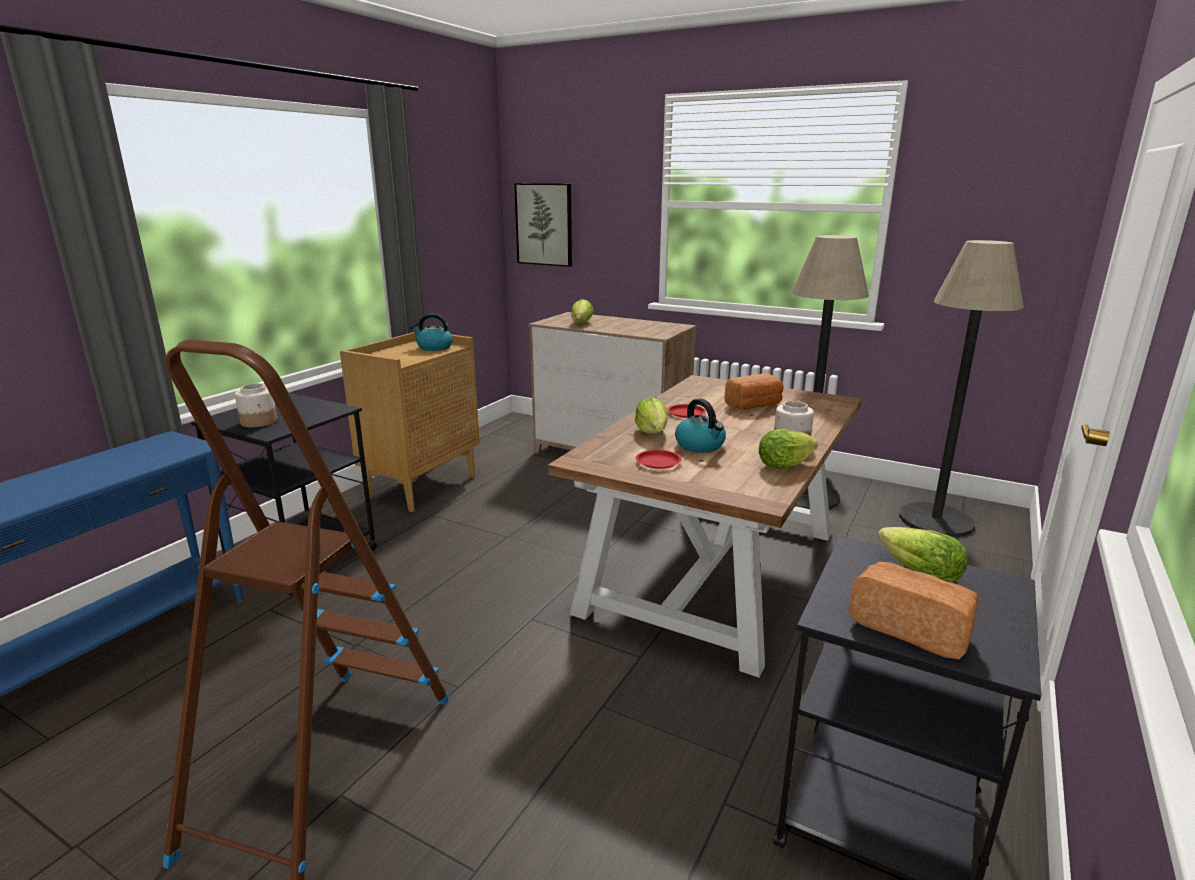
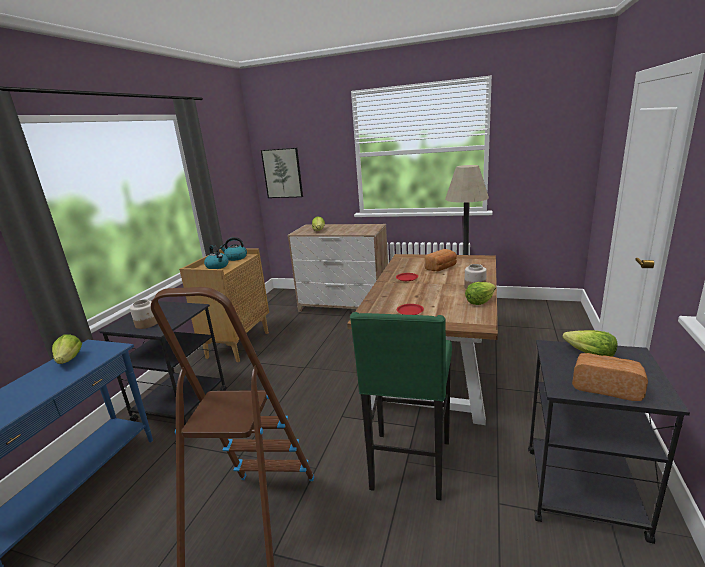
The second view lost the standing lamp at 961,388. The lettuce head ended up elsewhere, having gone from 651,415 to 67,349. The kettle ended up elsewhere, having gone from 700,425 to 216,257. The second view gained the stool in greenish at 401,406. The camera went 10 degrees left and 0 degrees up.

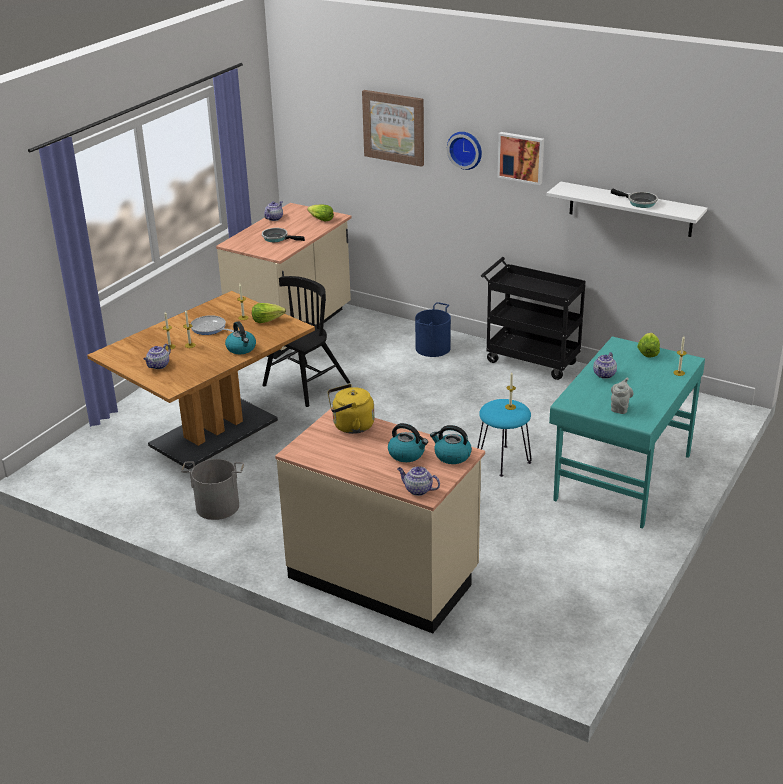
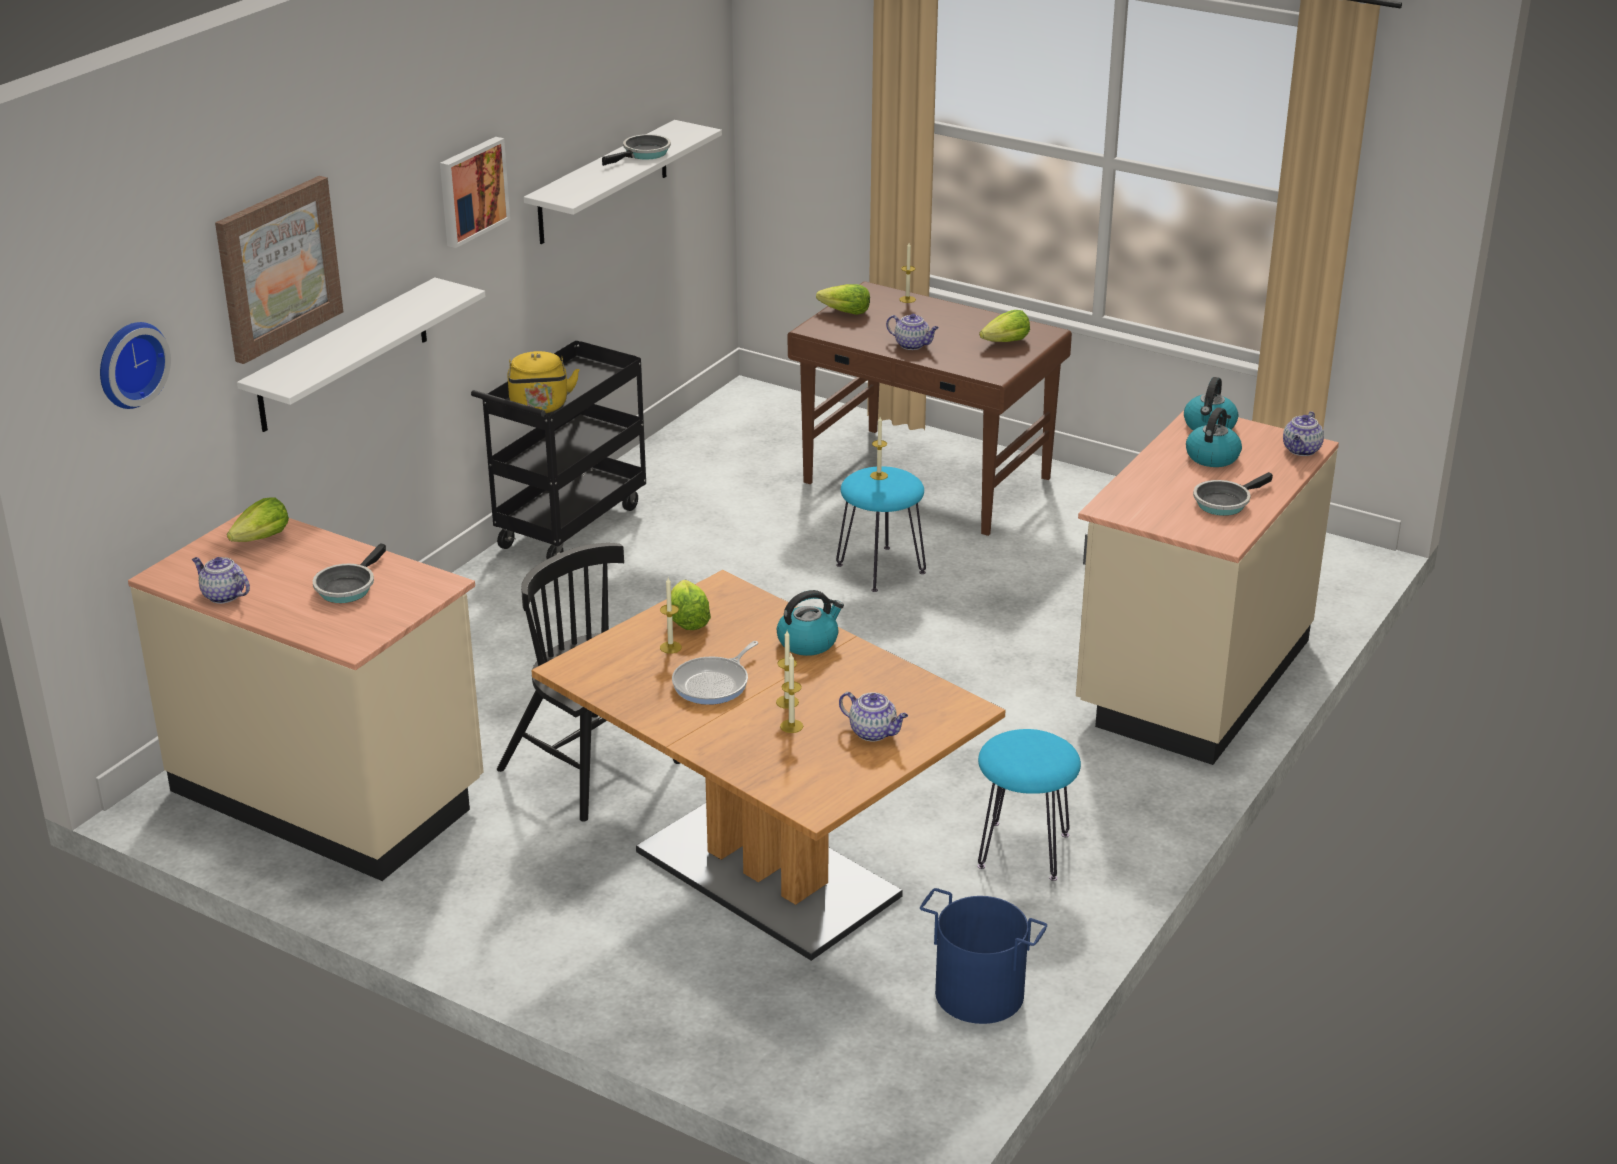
The clock on the wall ended up elsewhere, having gone from 464,151 to 135,365. The pail in blue ended up elsewhere, having gone from 433,329 to 983,956. What was the desk unit in blue-green at 627,432 turned into the desk unit in brownish at 930,408. Where the teapot in grey stood at 622,396, the lettuce head came to stand at 1004,326. The kettle in yellow-coloured ended up elsewhere, having gone from 351,409 to 543,382. Where the pail in grey stood at 212,489, the stool in blue-green came to stand at 1029,805. The second view gained the shelf in white-coloured at 361,354. The second view gained the frying pan at 1233,494. The camera went 90 degrees left and 0 degrees up.

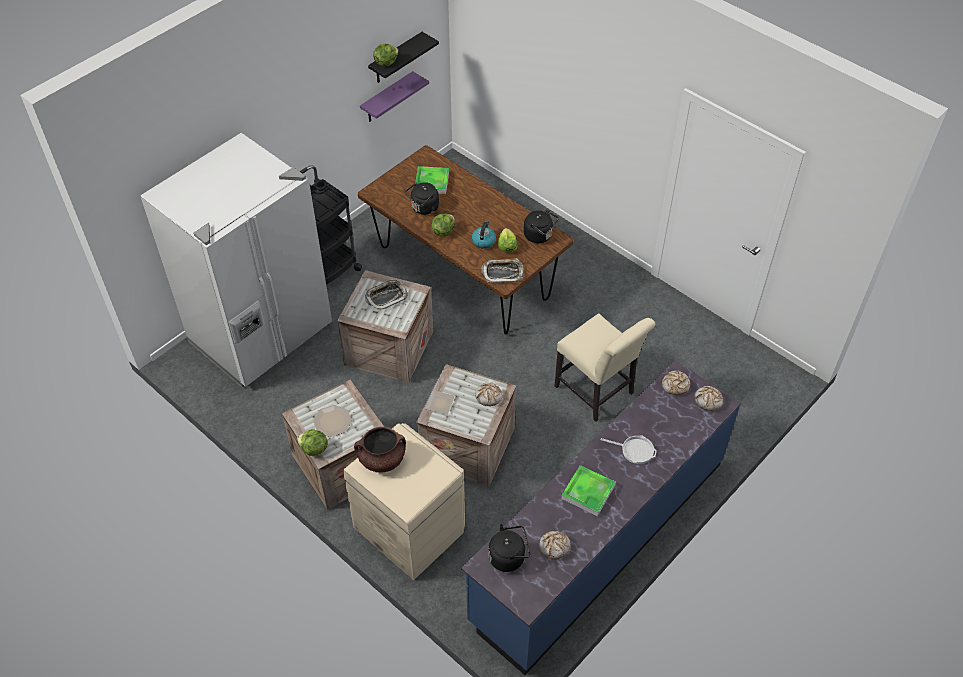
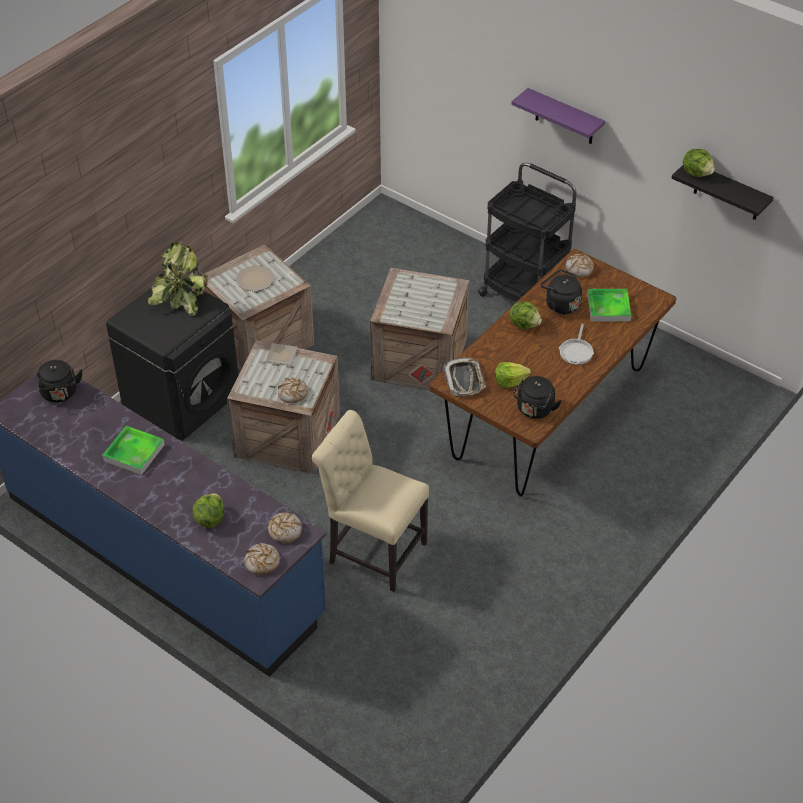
The shelf in purple-coloured ended up elsewhere, having gone from 394,96 to 558,116. The second view lost the kitchen fridge in white-coloured at 236,260. The second view lost the kettle at 484,235. The second view lost the tray at 386,295. The plain chair in beige at 605,368 ended up facing another way, 75 degrees clockwise from before. What was the laundry machine in beige at 404,501 turned into the laundry machine in black at 172,364. Where the stockpot in brownish stood at 380,450, the plant in a pot came to stand at 178,279. The lettuce head ended up elsewhere, having gone from 312,442 to 208,510. The frying pan ended up elsewhere, having gone from 629,449 to 576,344. The bakery bread ended up elsewhere, having gone from 555,545 to 579,265. The camera went 85 degrees right and 5 degrees down.

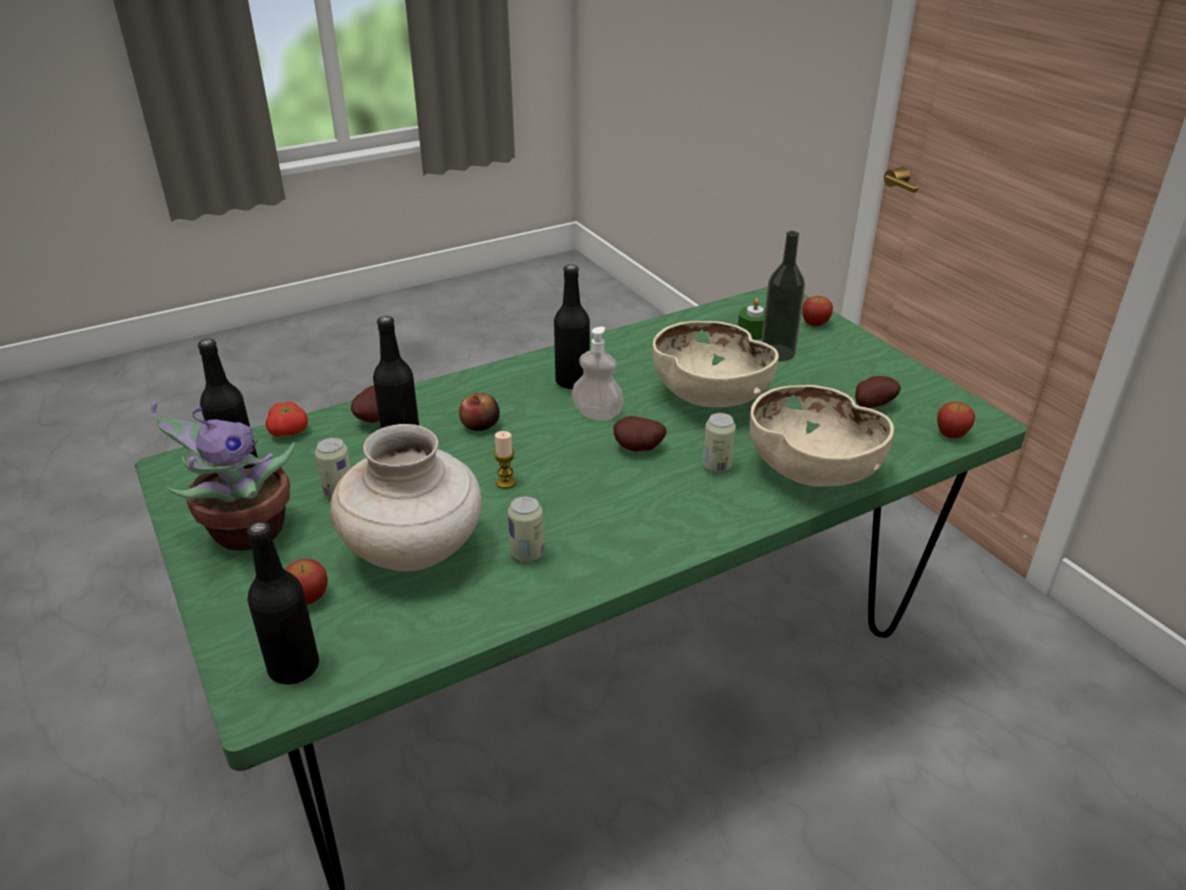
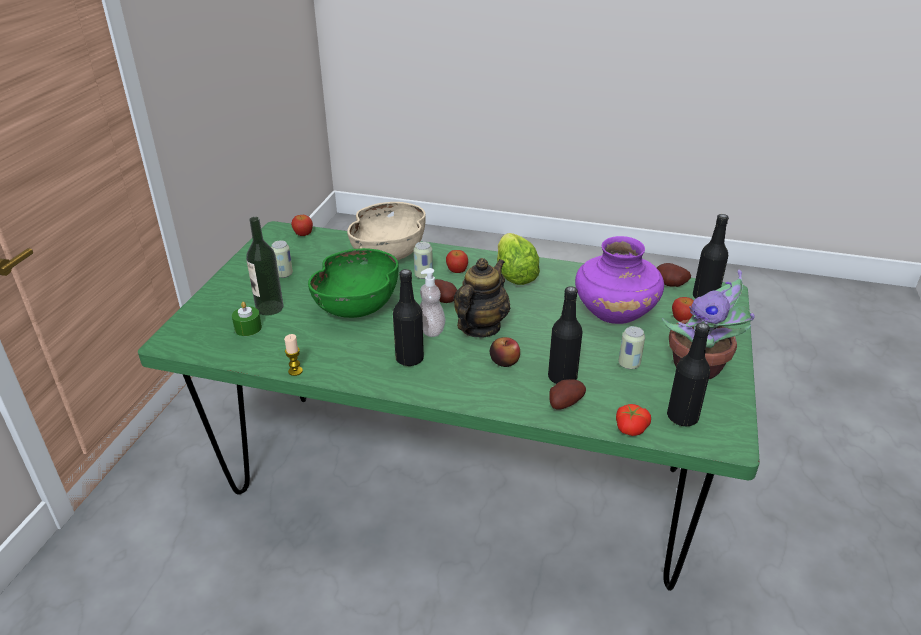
The whole apple ended up elsewhere, having gone from 817,311 to 457,261. What was the bowl in beige at 715,364 turned into the bowl in greenish at 353,283. The spud ended up elsewhere, having gone from 878,392 to 674,275. What was the flower vase in beige at 406,498 turned into the flower vase in purple-coloured at 619,280. The wax candle ended up elsewhere, having gone from 505,460 to 293,355. The metal can ended up elsewhere, having gone from 526,529 to 282,259. The second view gained the lettuce head at 518,259. The second view gained the teapot at 482,298. The camera went 135 degrees left and 0 degrees up.

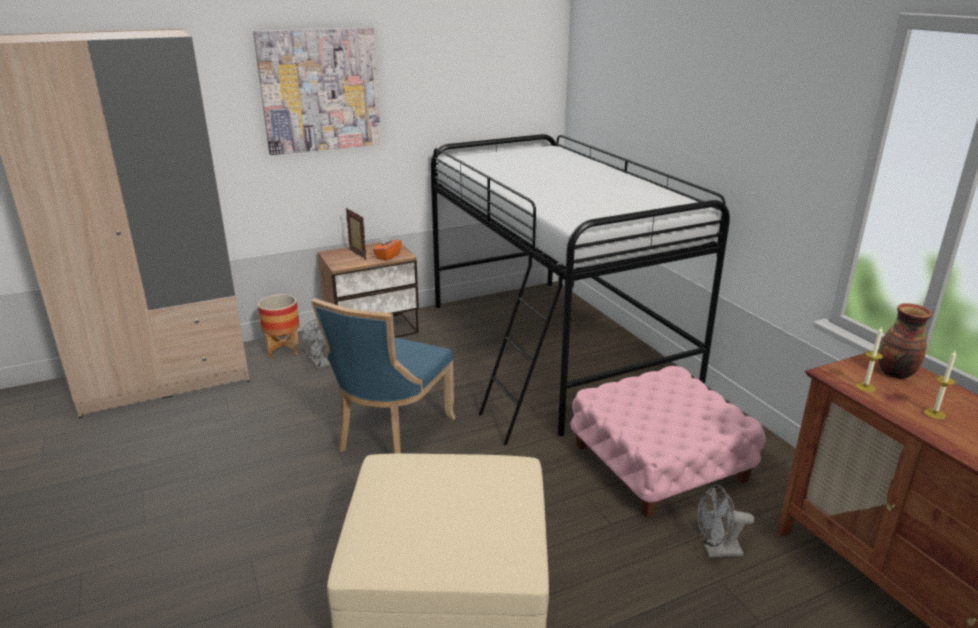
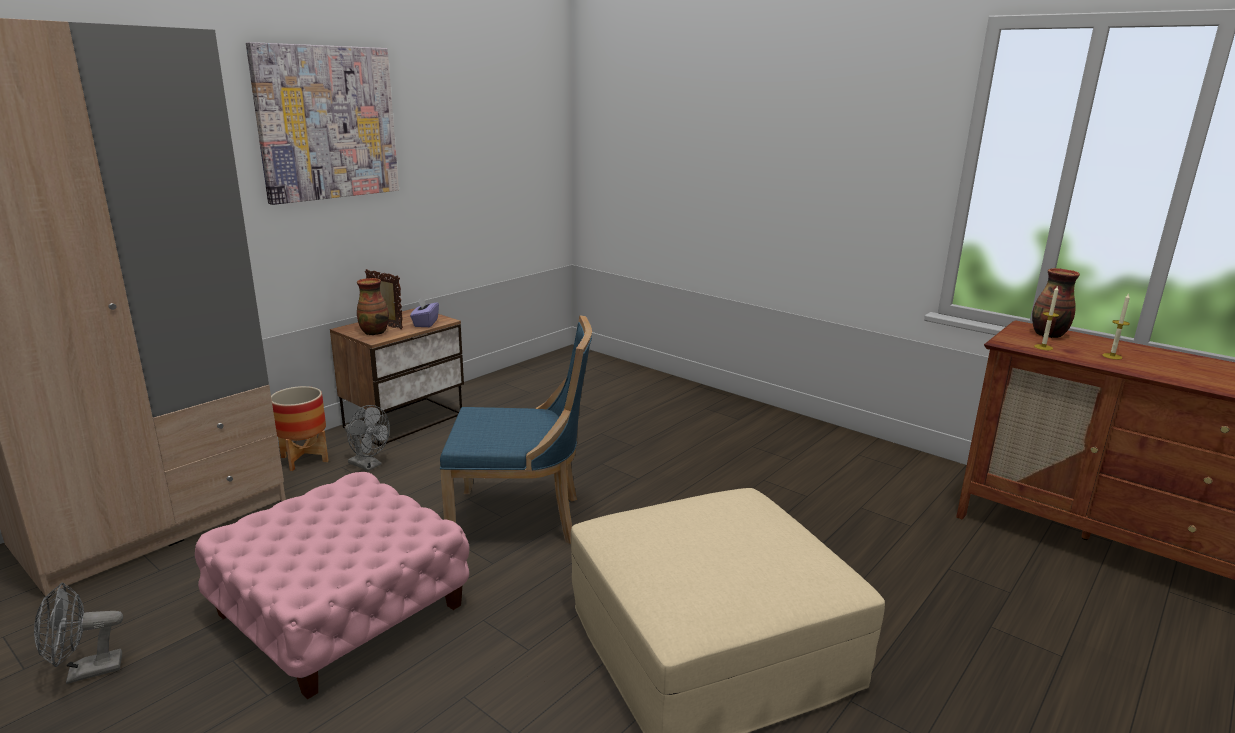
The second view lost the bedroom bed in black at 580,289. What was the box of tissues in orangey at 387,248 turned into the box of tissues in purple-coloured at 424,312. The plain chair in blue at 383,375 ended up facing another way, 90 degrees counterclockwise from before. The ottoman in pink ended up elsewhere, having gone from 668,441 to 332,585. The cooling fan in grey ended up elsewhere, having gone from 725,520 to 78,633. The second view gained the flower vase at 373,306. The camera went 25 degrees left and 5 degrees down.

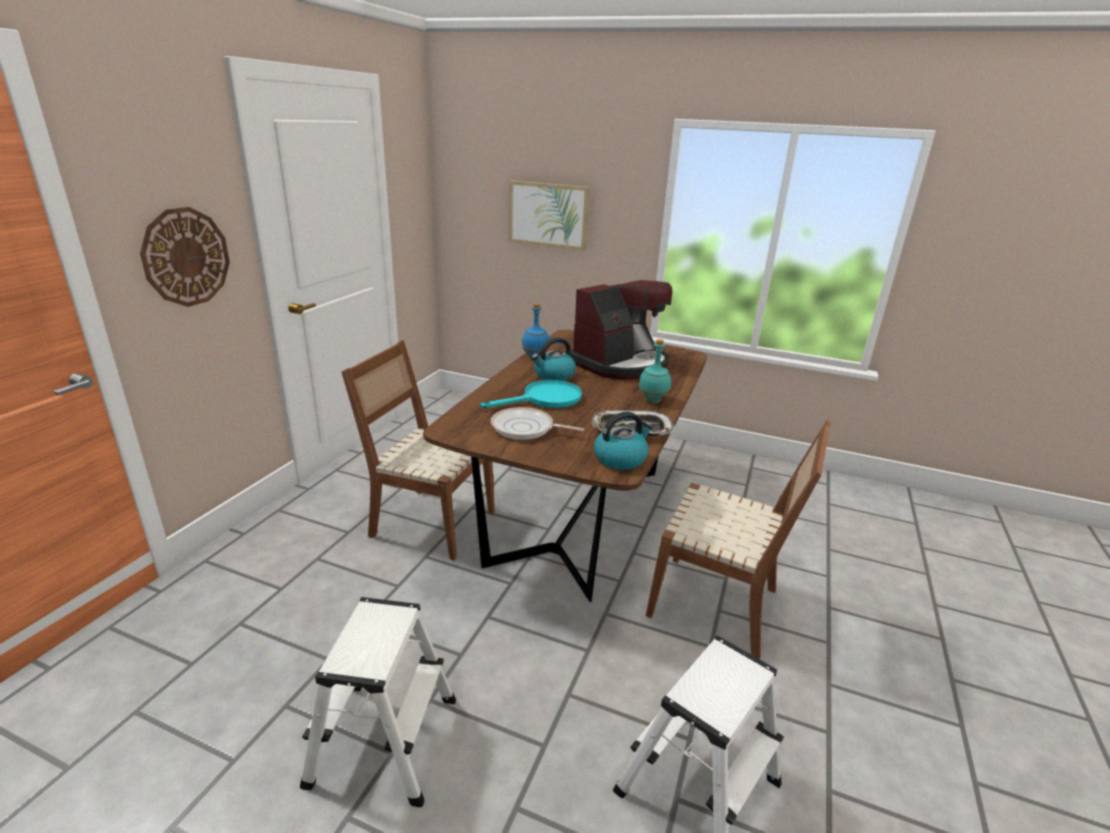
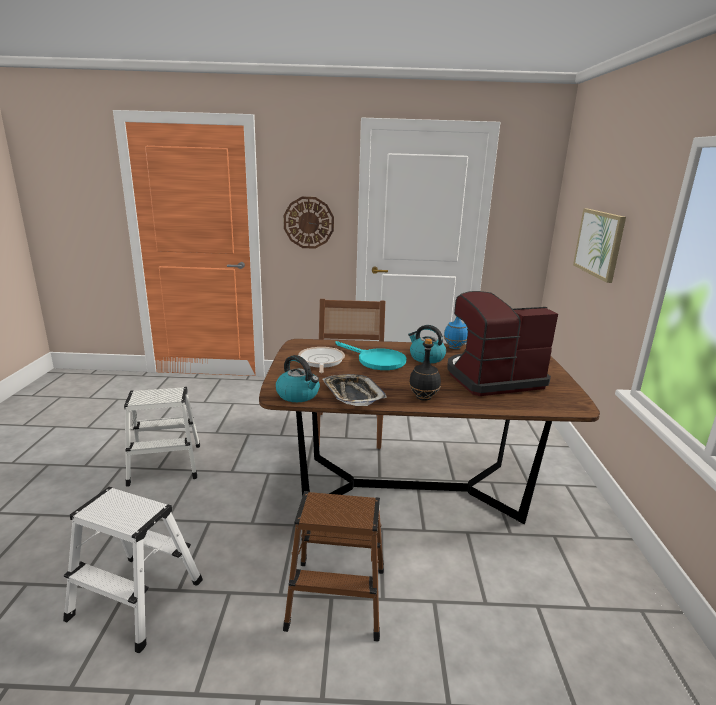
The coffee maker at 621,329 ended up facing another way, 135 degrees clockwise from before. What was the drink bottle in blue-green at 654,371 turned into the drink bottle in black at 425,370. Where the plain chair stood at 738,539, the step stool in brownish came to stand at 333,566. The camera went 70 degrees right and 5 degrees down.

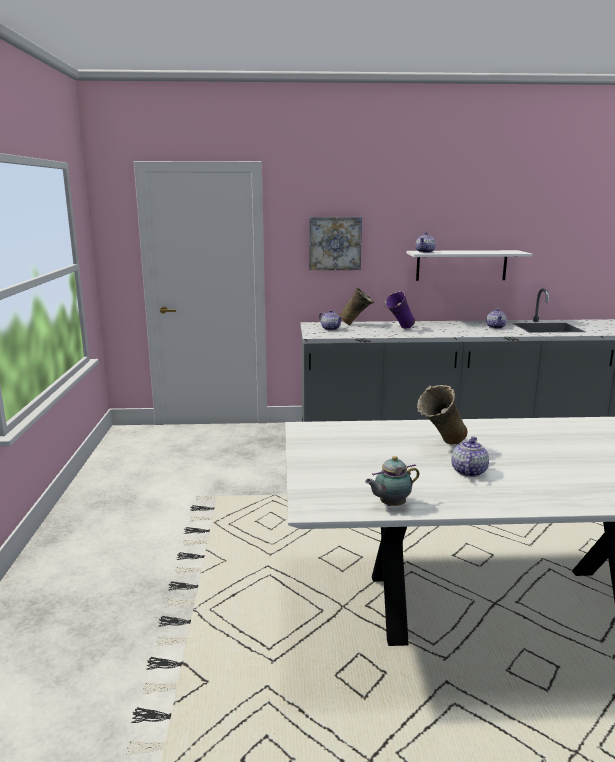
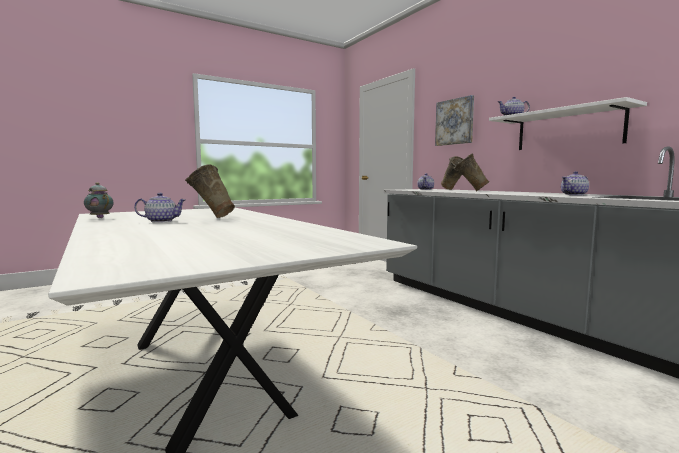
What was the flower vase in purple-coloured at 399,310 turned into the flower vase in beige at 471,172. The camera went 60 degrees right and 10 degrees down.

